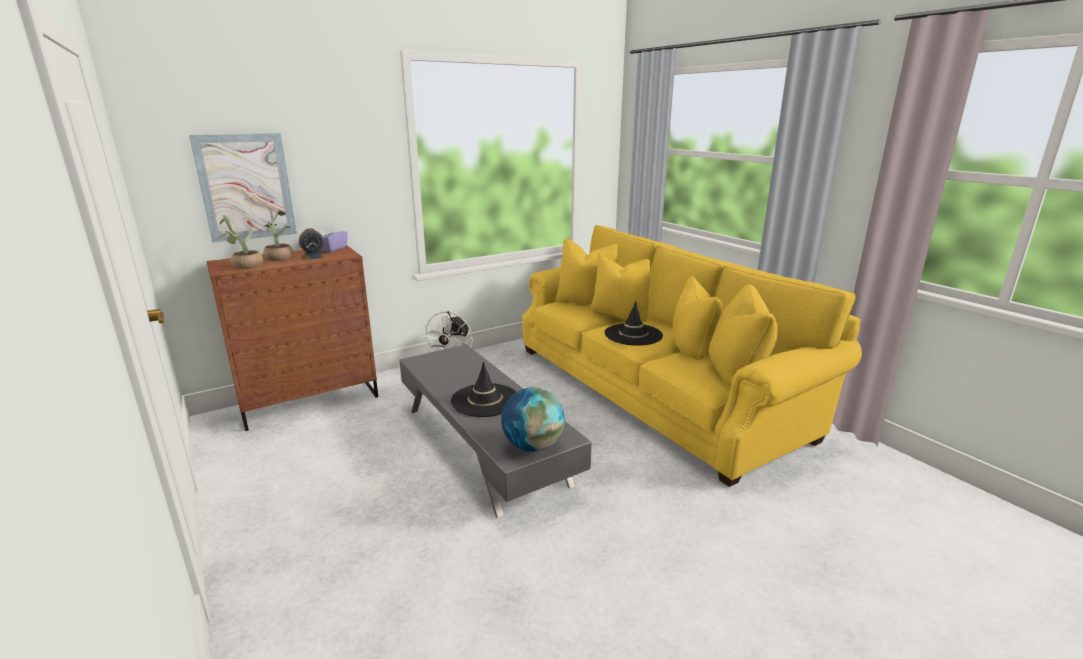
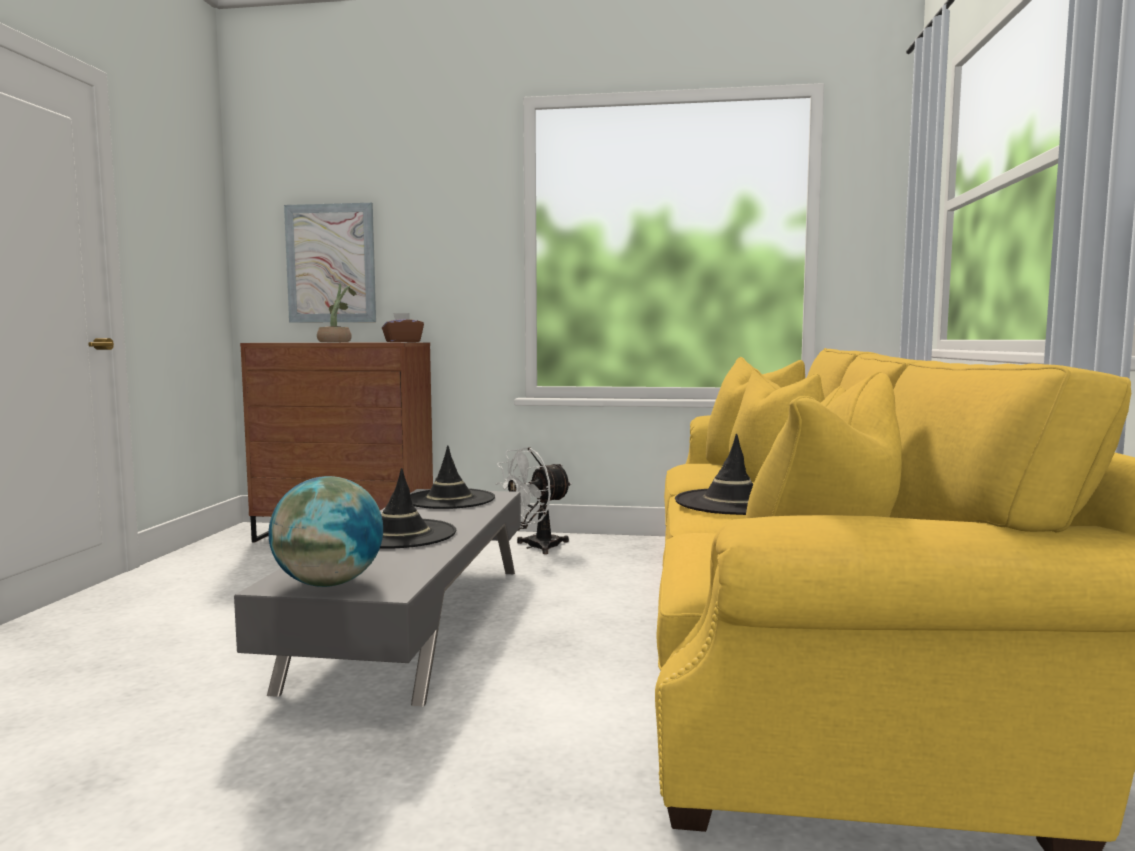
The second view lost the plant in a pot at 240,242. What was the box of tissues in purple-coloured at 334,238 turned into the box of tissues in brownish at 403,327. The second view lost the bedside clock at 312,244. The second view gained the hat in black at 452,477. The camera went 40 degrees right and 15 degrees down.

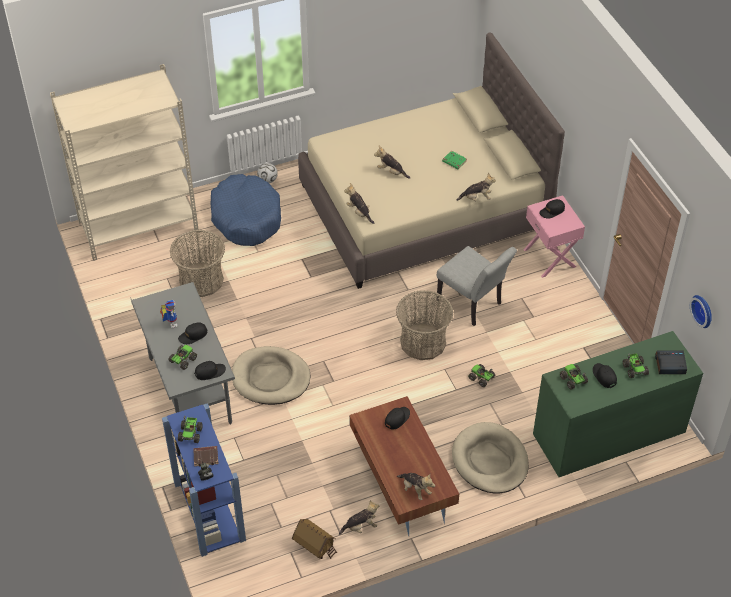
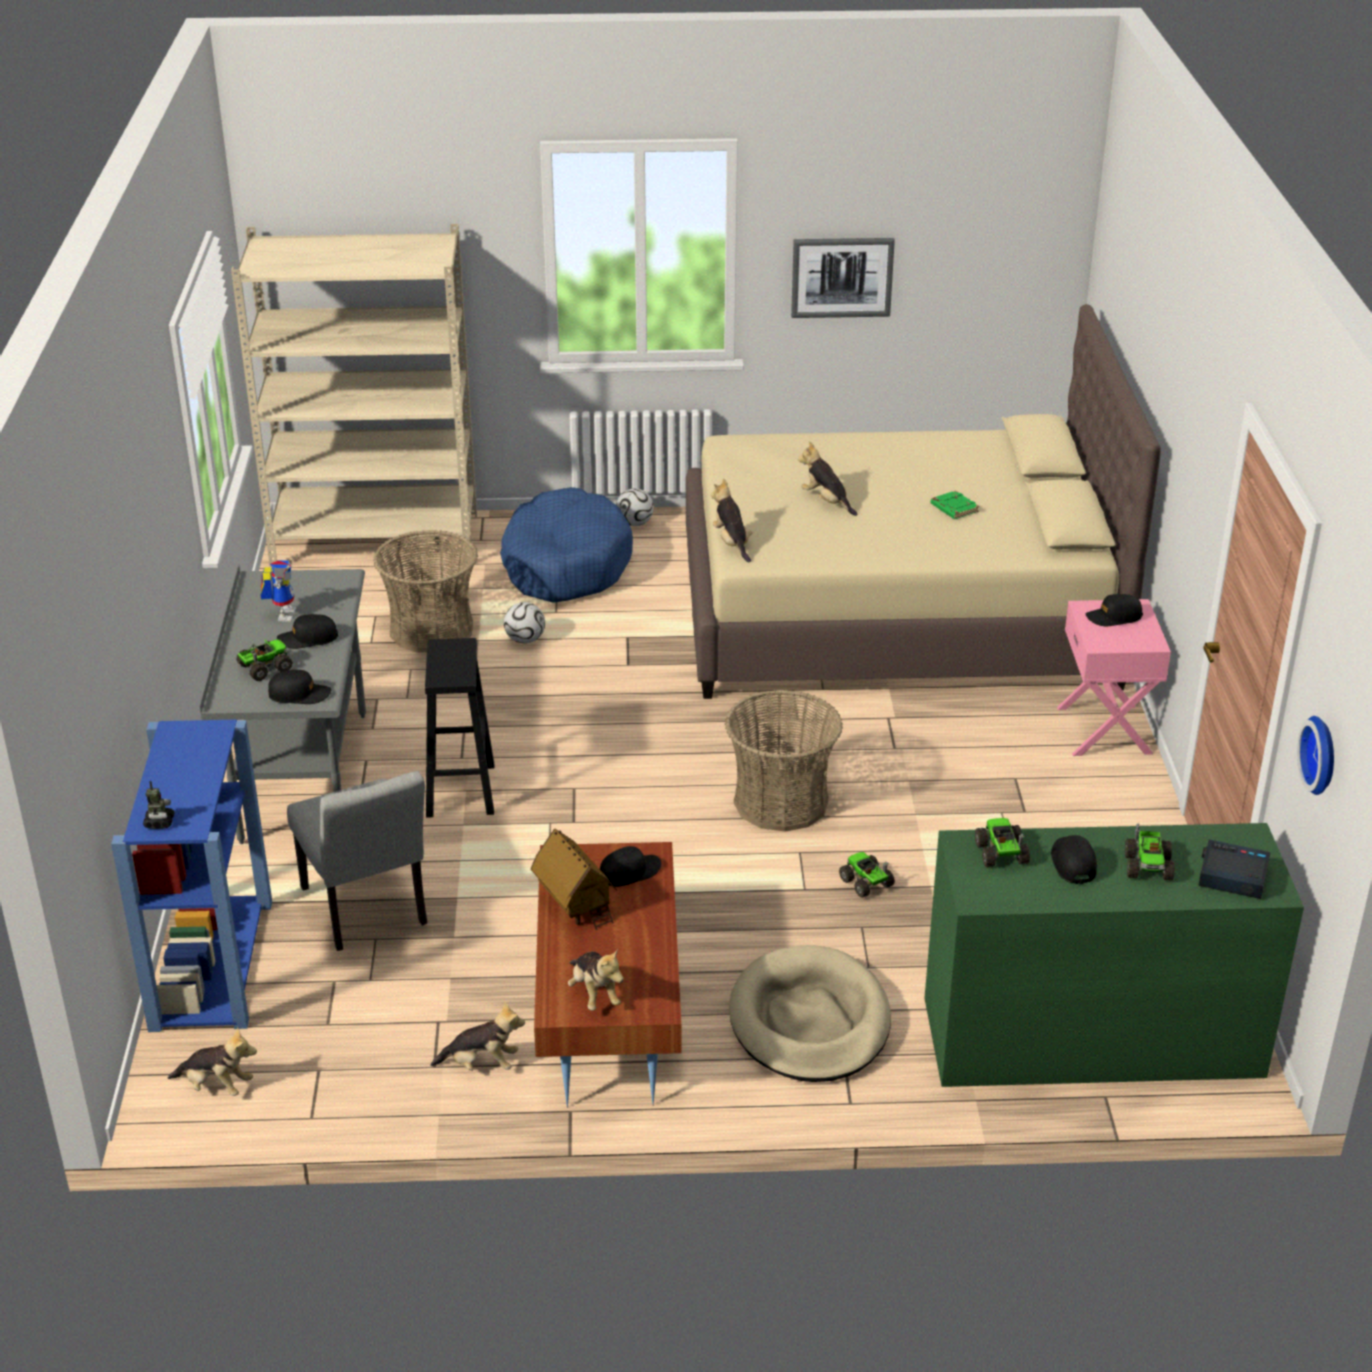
The cuddly toy ended up elsewhere, having gone from 476,187 to 212,1061. The plain chair in grey ended up elsewhere, having gone from 477,286 to 357,861. Where the dog cushion in beige stood at 271,375, the stool in black came to stand at 459,728. The second view lost the toy lorry at 190,429. The second view lost the volume in brownish at 206,456. The miniature house ended up elsewhere, having gone from 314,539 to 574,879. The second view gained the picture at 843,278. The second view gained the ball for football at 524,623. The camera went 20 degrees right and 15 degrees down.

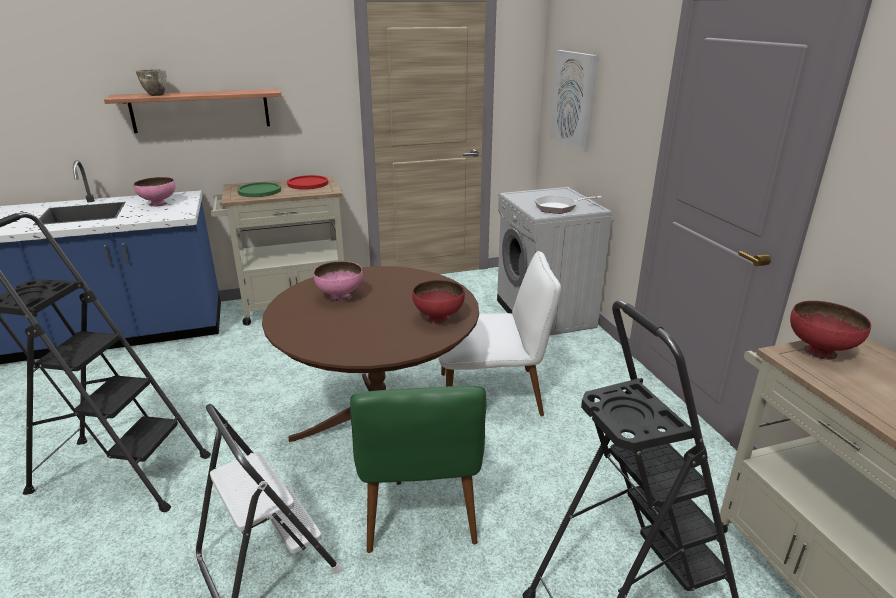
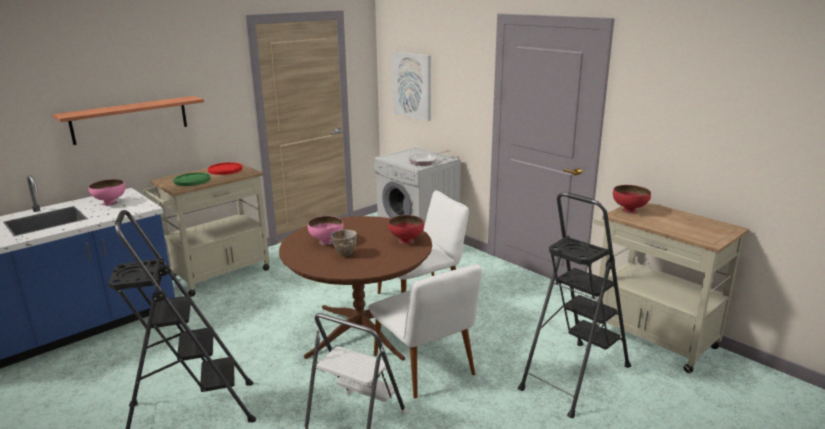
The bowl ended up elsewhere, having gone from 151,82 to 344,243. What was the plain chair in greenish at 418,469 turned into the plain chair in white-coloured at 425,331. The camera went 25 degrees left and 5 degrees down.

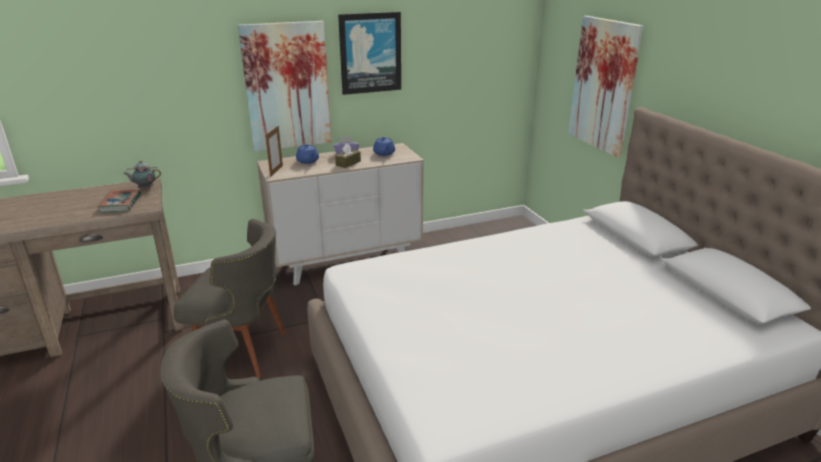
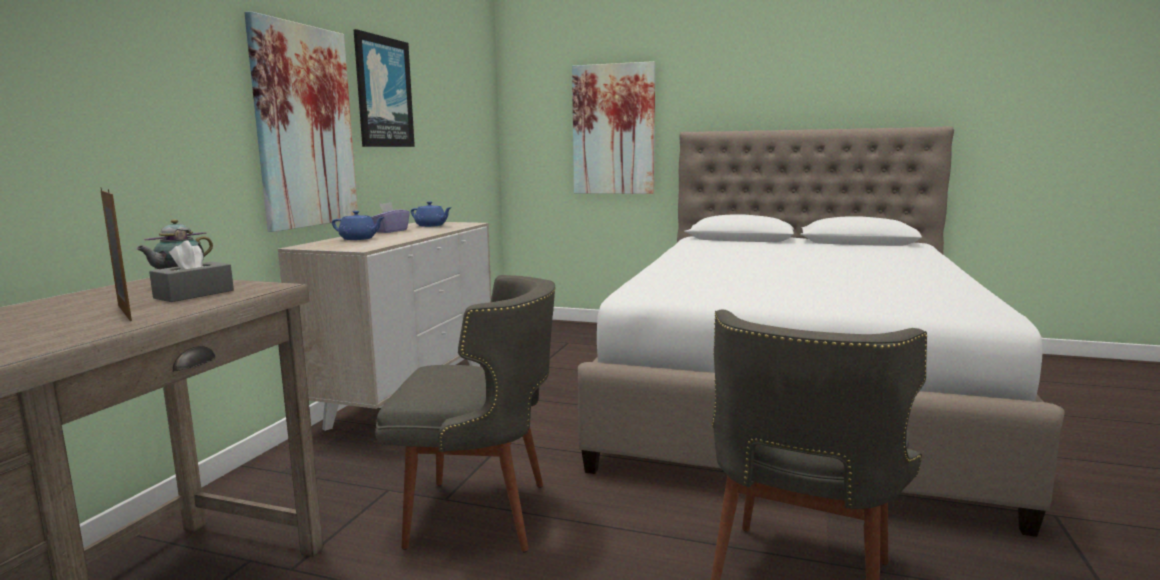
The photo frame ended up elsewhere, having gone from 274,151 to 116,254. The second view lost the box of tissues in brownish at 348,155. Where the volume stood at 119,201, the box of tissues in grey came to stand at 191,271. The plain chair in grey at 229,299 ended up facing another way, 45 degrees clockwise from before. The camera went 50 degrees left and 15 degrees down.

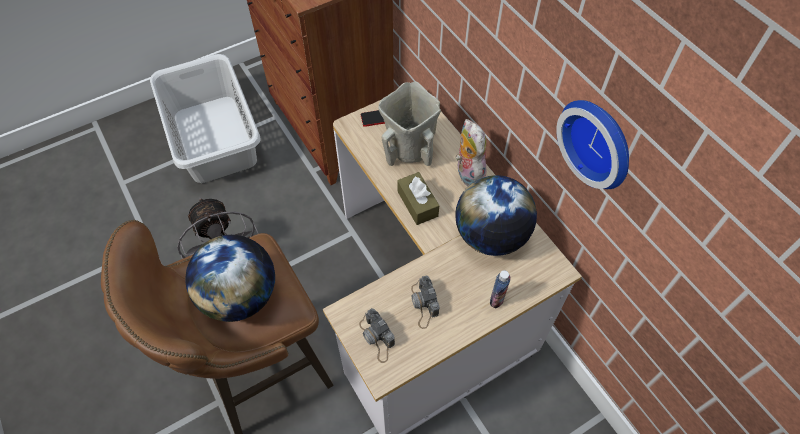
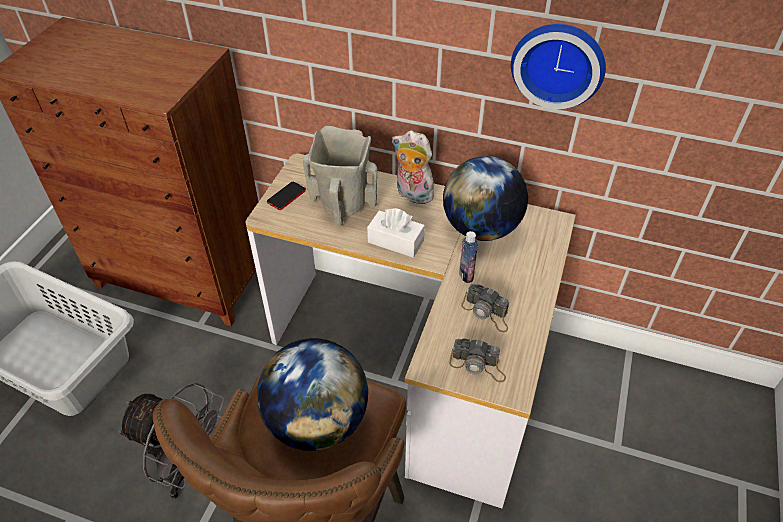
What was the box of tissues in brownish at 418,198 turned into the box of tissues in white-coloured at 396,233. The drink bottle ended up elsewhere, having gone from 500,289 to 468,257. The camera went 40 degrees left and 10 degrees down.

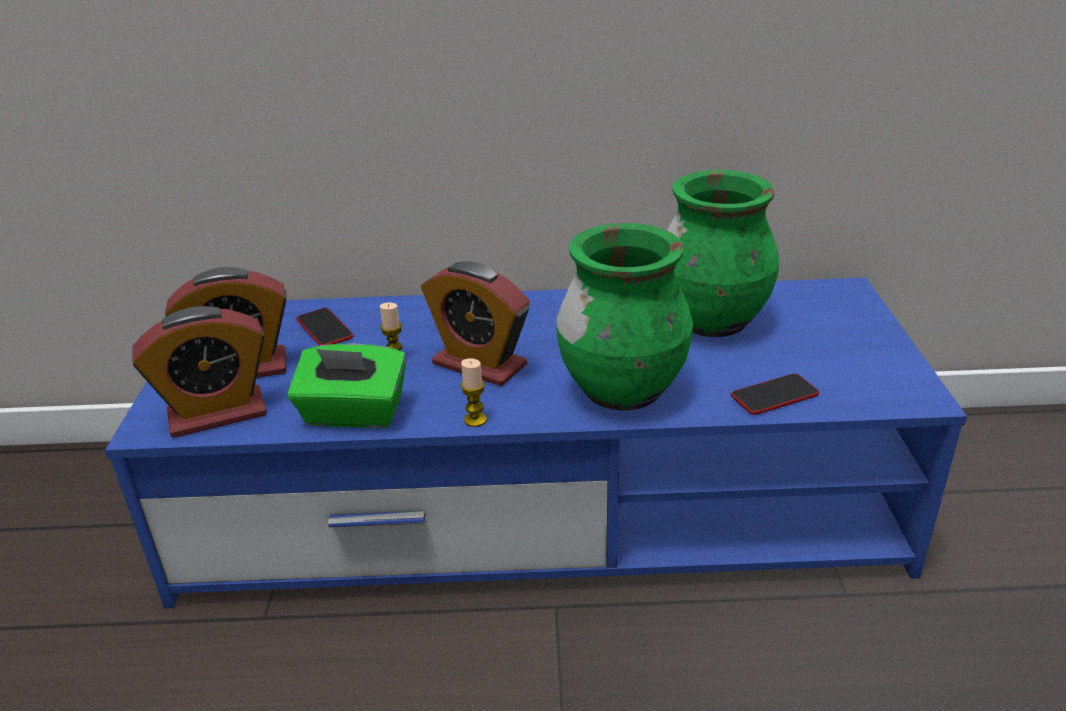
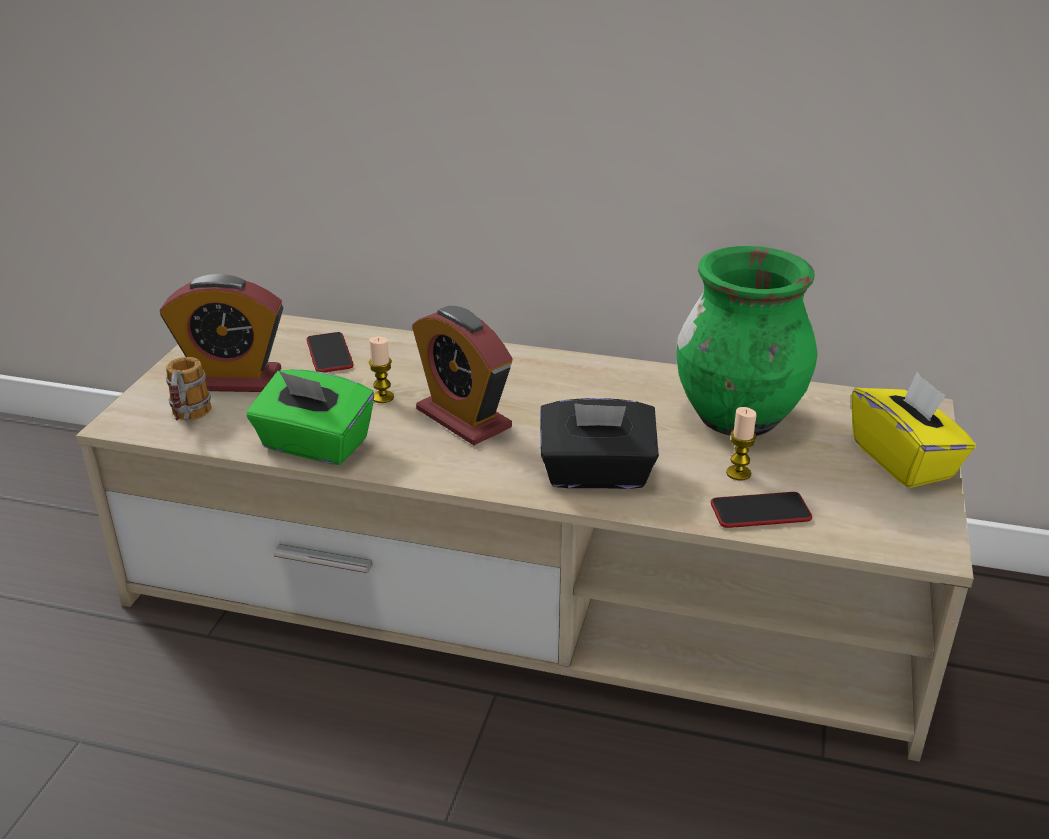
Where the flower vase in greenish stood at 625,317, the box of tissues in black came to stand at 599,443. What was the tv stand in blue at 536,443 turned into the tv stand in beige at 524,538. Where the bedside clock stood at 199,372, the tea mug came to stand at 188,389. The wax candle ended up elsewhere, having gone from 474,392 to 741,443. The second view gained the box of tissues in yellow-coloured at 914,430. The camera went 15 degrees right and 0 degrees up.

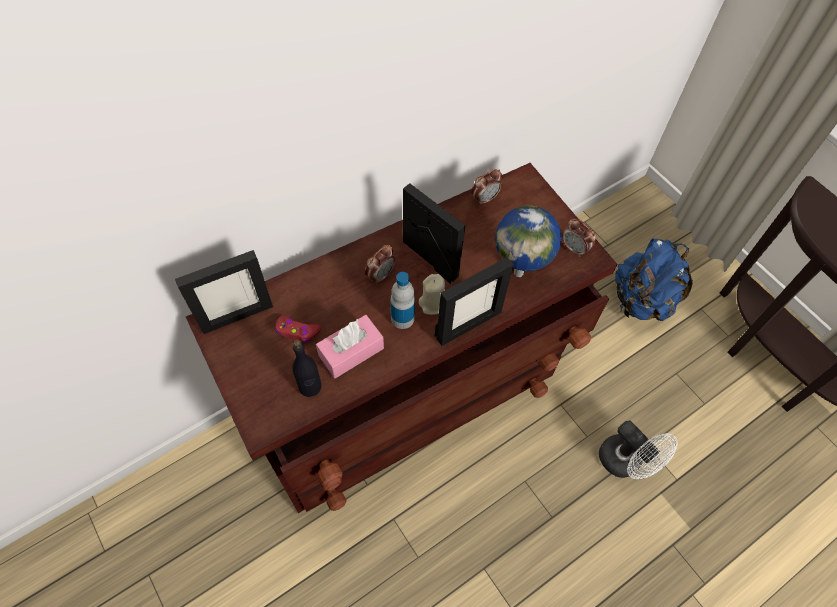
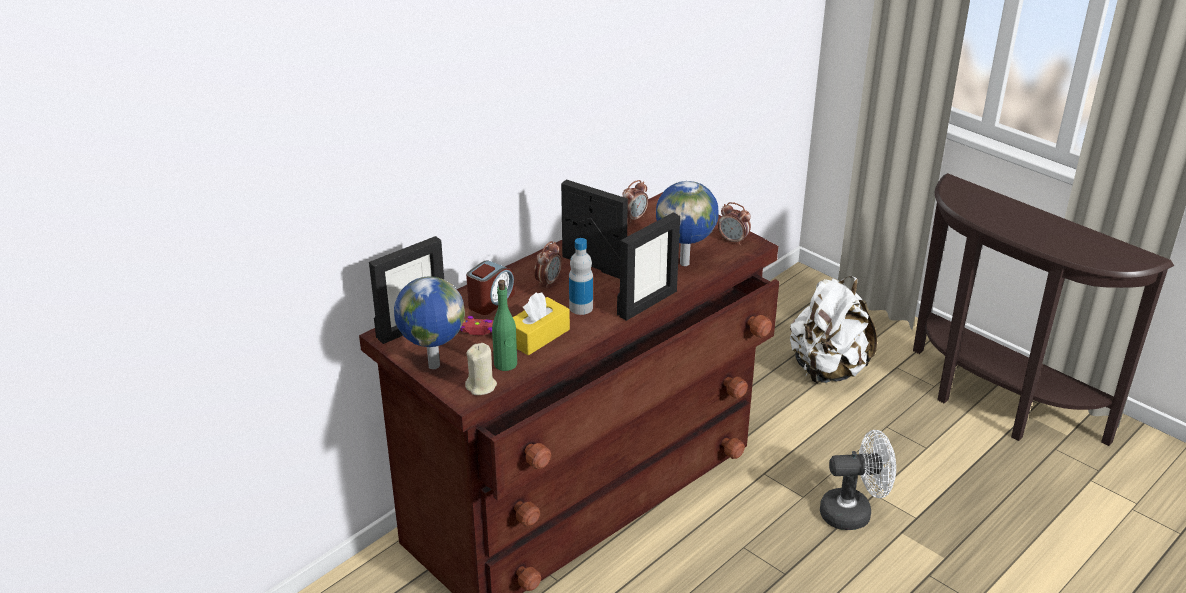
What was the knapsack in blue at 654,279 turned into the knapsack in white-coloured at 833,329. The wax candle in beige ended up elsewhere, having gone from 432,294 to 481,369. What was the box of tissues in pink at 350,347 turned into the box of tissues in yellow-coloured at 541,324. What was the drink bottle in black at 307,368 turned into the drink bottle in greenish at 504,325. The cooling fan in white-coloured at 638,450 ended up facing another way, 45 degrees counterclockwise from before. The second view gained the bedside clock at 490,287. The second view gained the globe at 429,322. The camera went 10 degrees left and 25 degrees down.

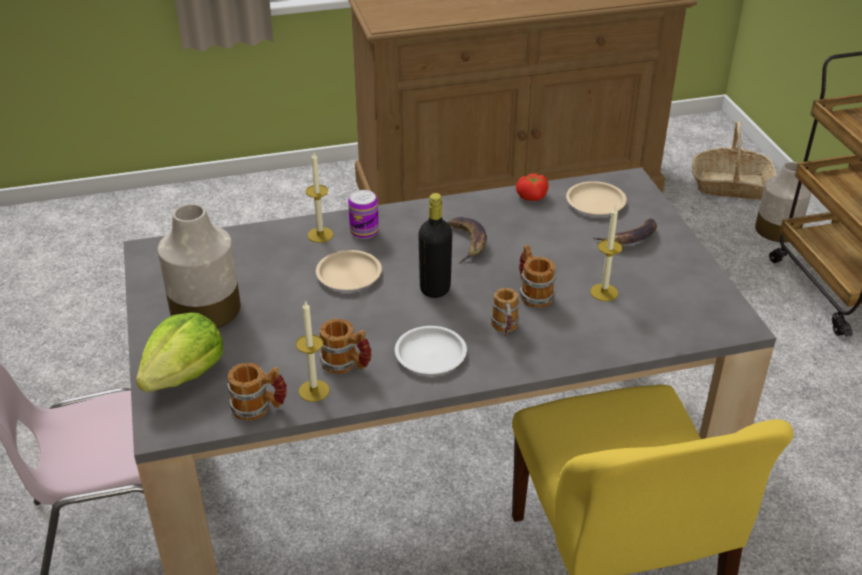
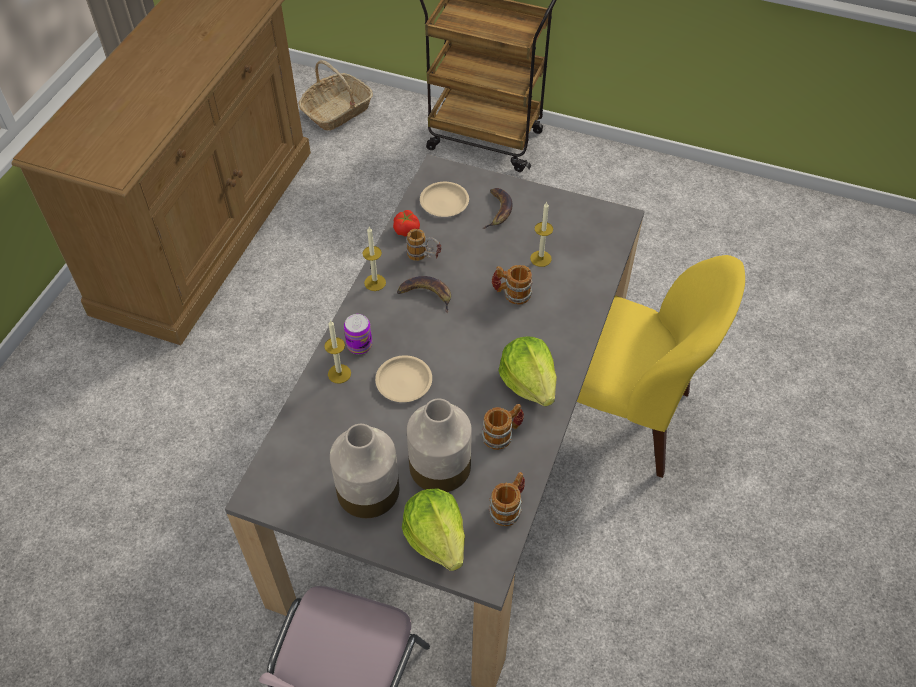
The flower vase in beige ended up elsewhere, having gone from 783,202 to 439,445. The second view lost the drink bottle in black at 435,245. The tea mug ended up elsewhere, having gone from 505,312 to 423,245. The wax candle ended up elsewhere, having gone from 313,351 to 374,259. Where the flat dish in white-coloured stood at 431,350, the lettuce head came to stand at 528,372. The camera went 55 degrees left and 15 degrees up.

